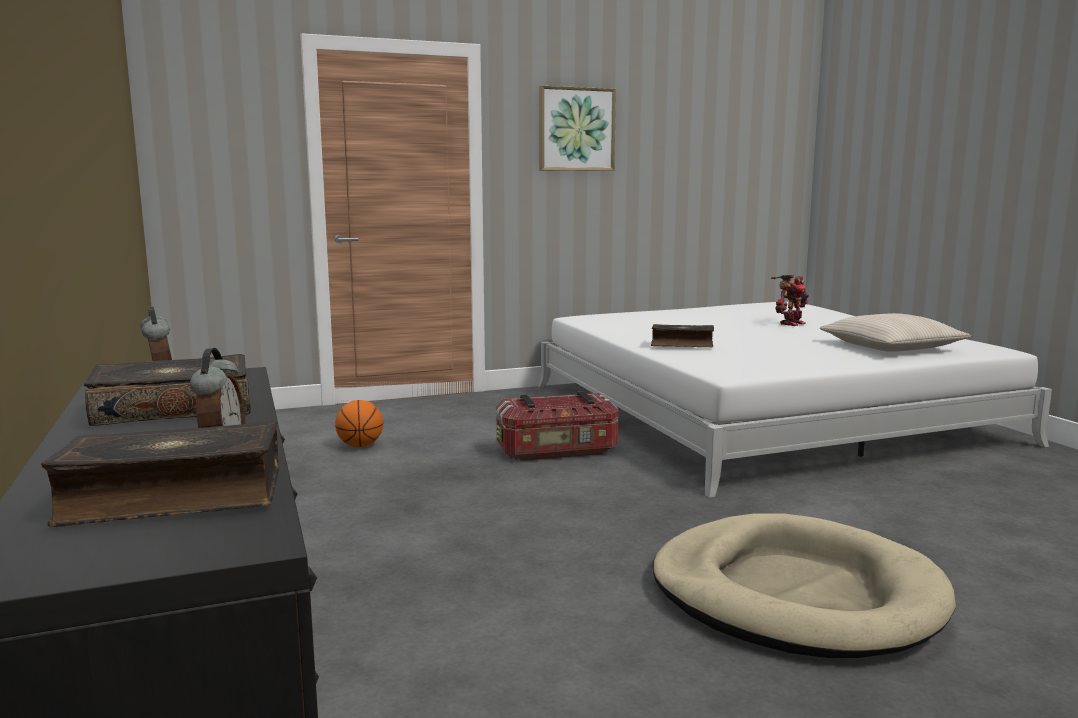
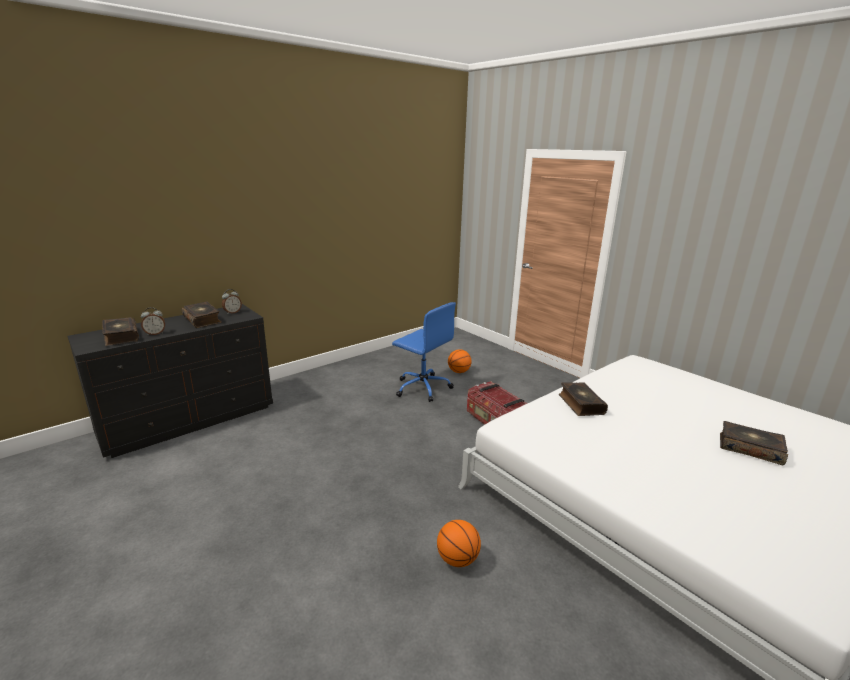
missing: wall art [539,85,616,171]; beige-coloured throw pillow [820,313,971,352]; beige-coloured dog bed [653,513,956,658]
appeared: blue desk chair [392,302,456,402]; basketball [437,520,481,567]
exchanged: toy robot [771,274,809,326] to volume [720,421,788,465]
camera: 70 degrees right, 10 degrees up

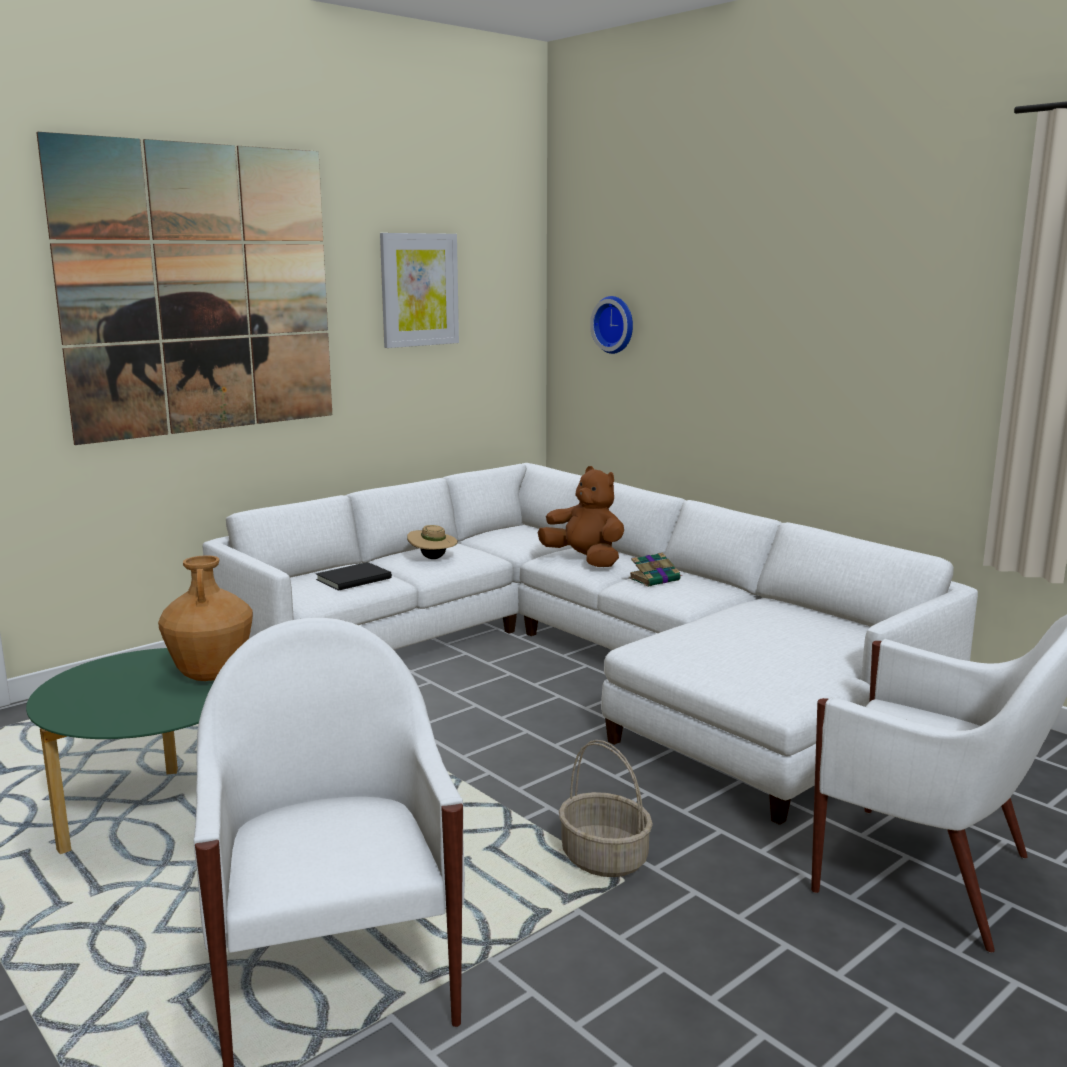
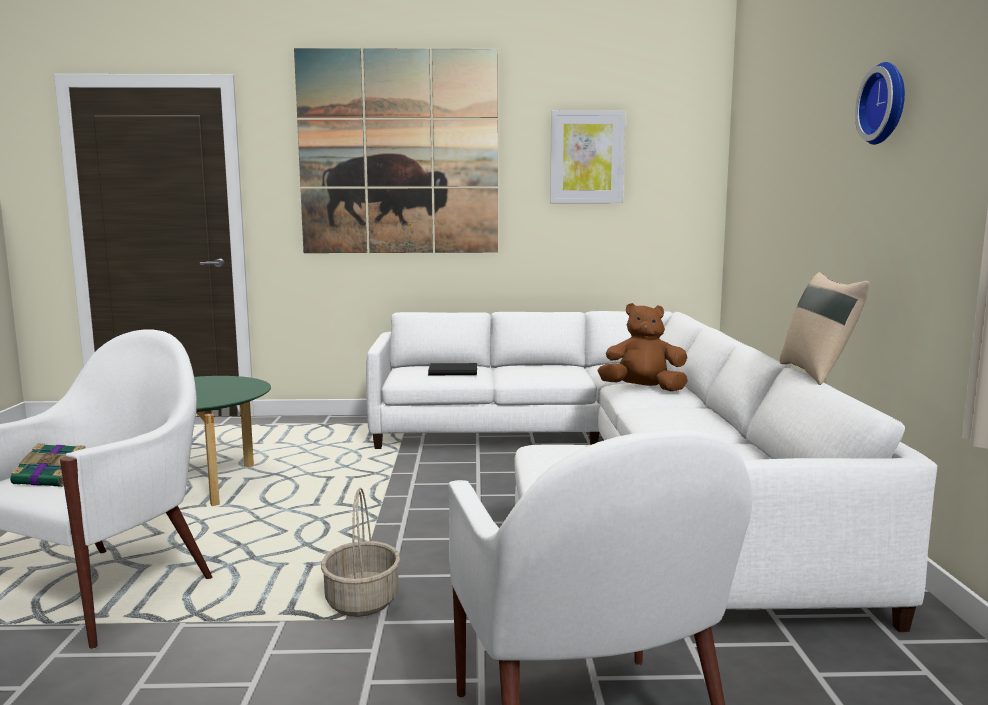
missing: beige-coloured wearable hat [407,525,458,559]; brown decorative vase [158,555,253,681]
appeared: beige-coloured throw pillow [780,272,869,385]
relocated: hanging clock [590,296,633,354] to [855,62,905,145]; volume [629,552,683,587] to [10,444,85,487]
spun: brown cuddly toy [538,466,624,567] = [598,303,688,391] 75 degrees counterclockwise
camera: 40 degrees right, 5 degrees down

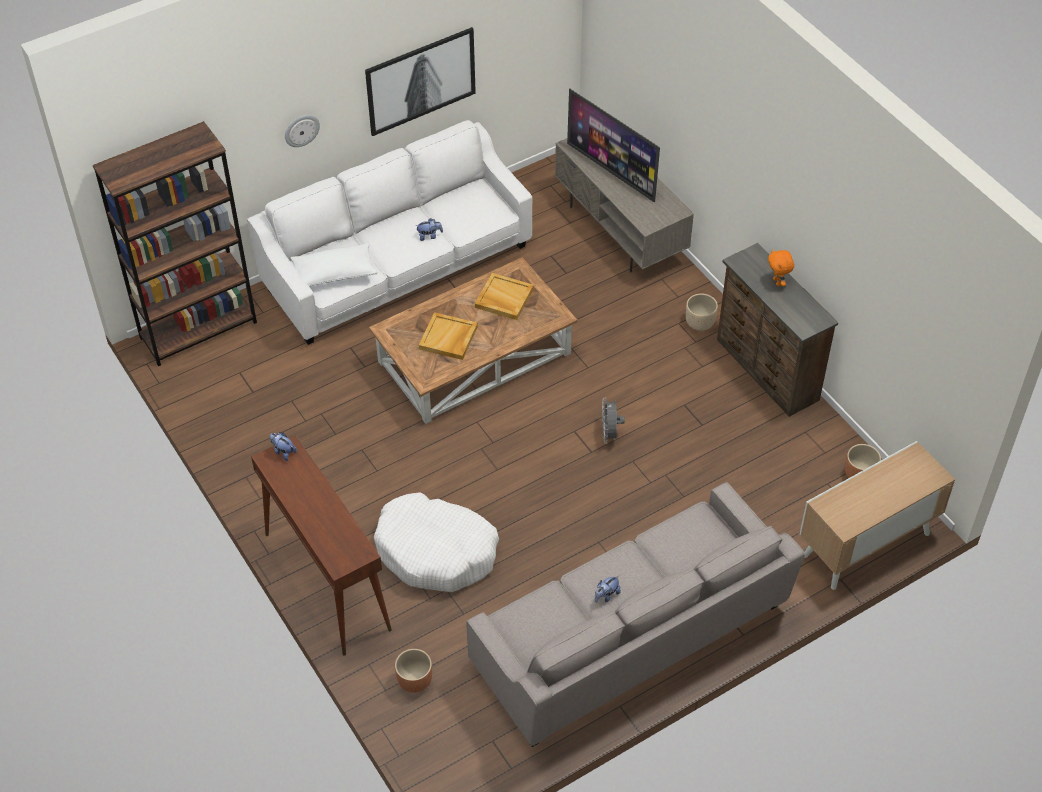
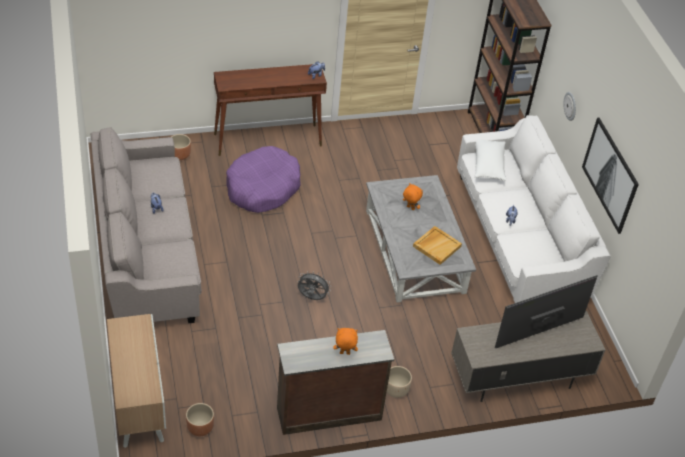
exchanged: beige-coloured carrying tray [419,312,478,360] to orangey cuddly toy [403,183,423,210]
colour: brown low table [369,257,578,424] to grey low table [366,175,476,302]; white-coloured dog bed [374,492,499,592] to purple dog bed [226,146,301,213]
camera: 105 degrees right, 5 degrees down

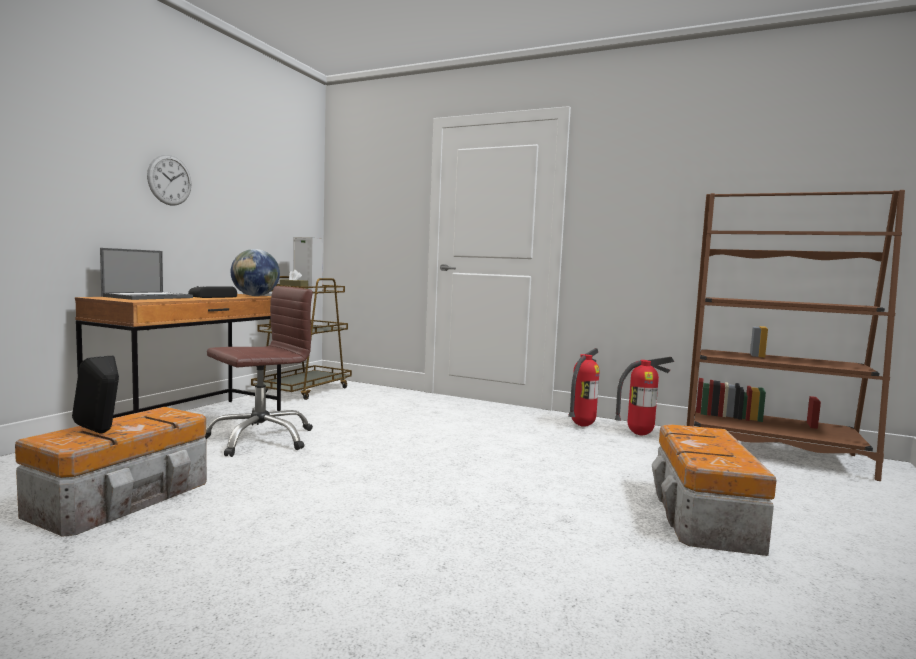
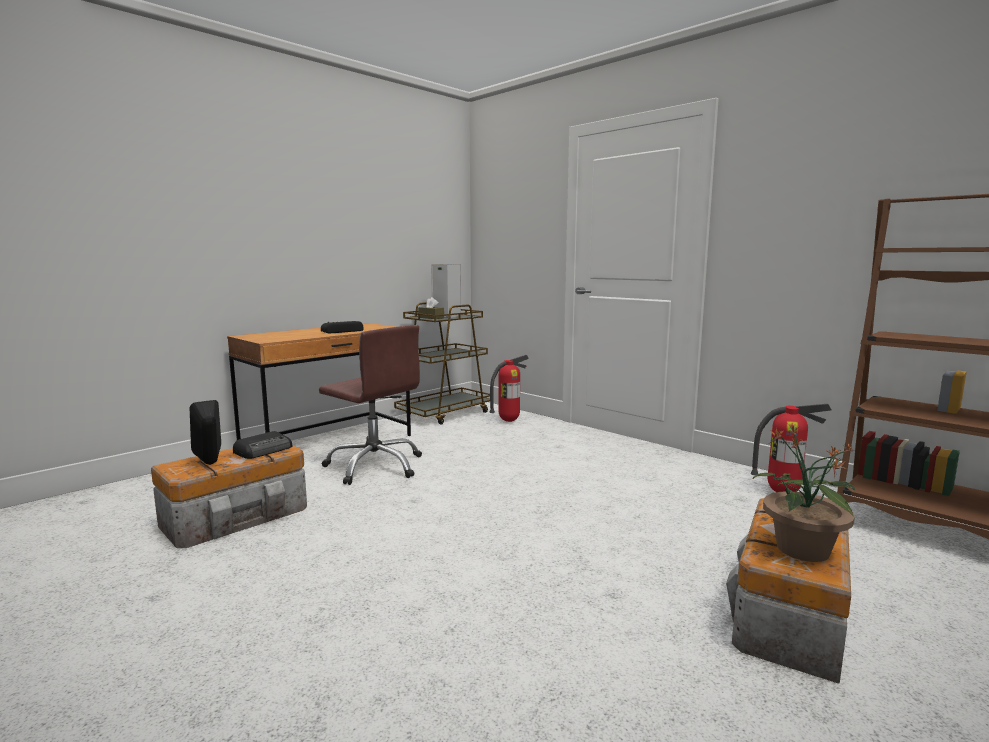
missing: hanging clock [147,155,192,205]; laptop [100,248,193,300]; globe [231,249,280,296]
appeared: plant in a pot [752,424,855,562]; radio [233,431,293,459]
relocated: fire extinguisher [568,348,600,427] to [490,355,529,422]
spun: brown desk chair [205,286,313,457] = [319,325,422,485] 60 degrees clockwise
camera: 20 degrees right, 5 degrees up

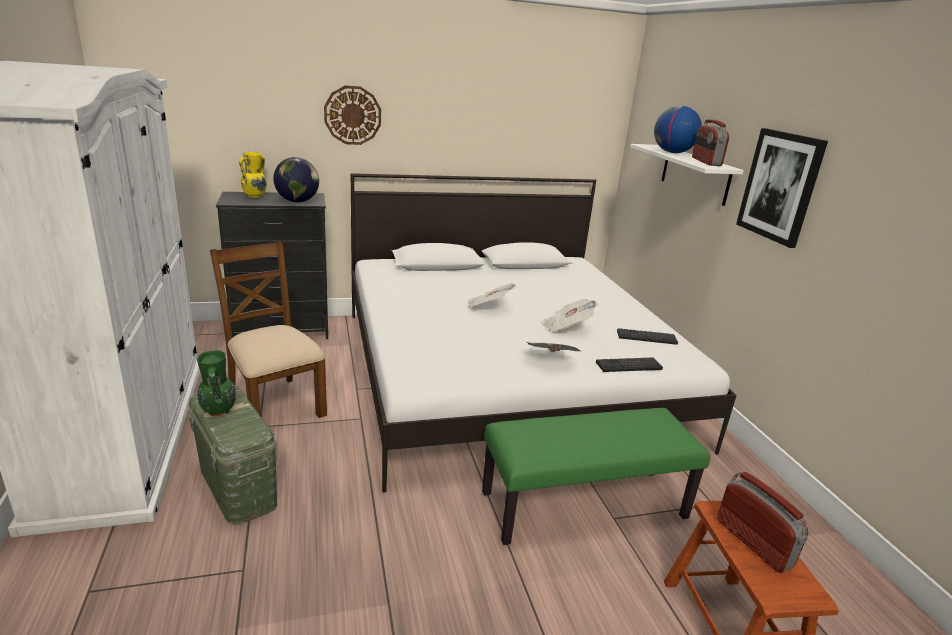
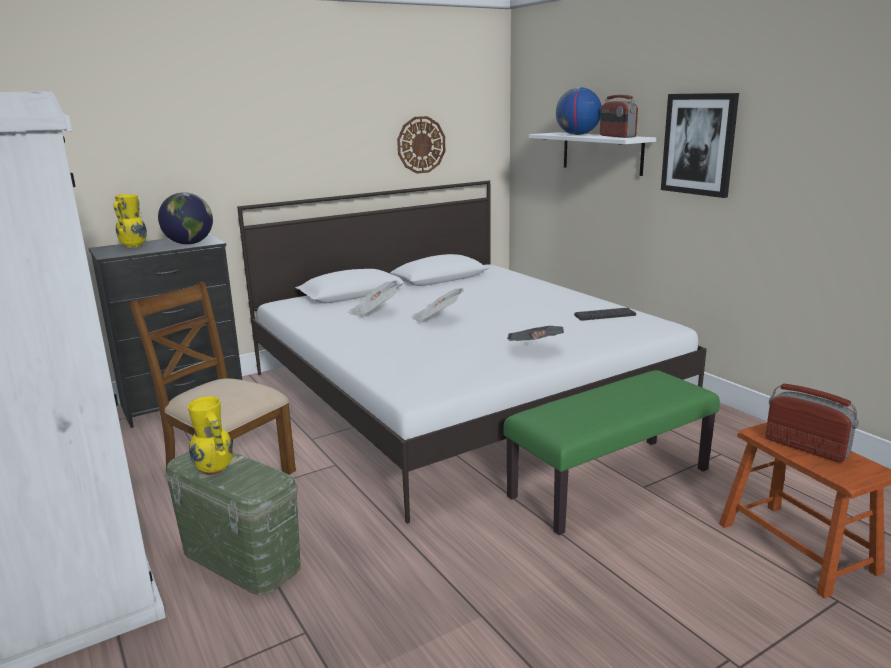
missing: PC keyboard [596,357,663,372]
relocated: hanging clock [324,86,381,145] to [397,116,445,174]; newspaper [541,299,598,332] to [348,280,399,316]
colour: green decorative vase [197,350,236,417] to yellowish decorative vase [188,396,233,476]
camera: 15 degrees left, 5 degrees down

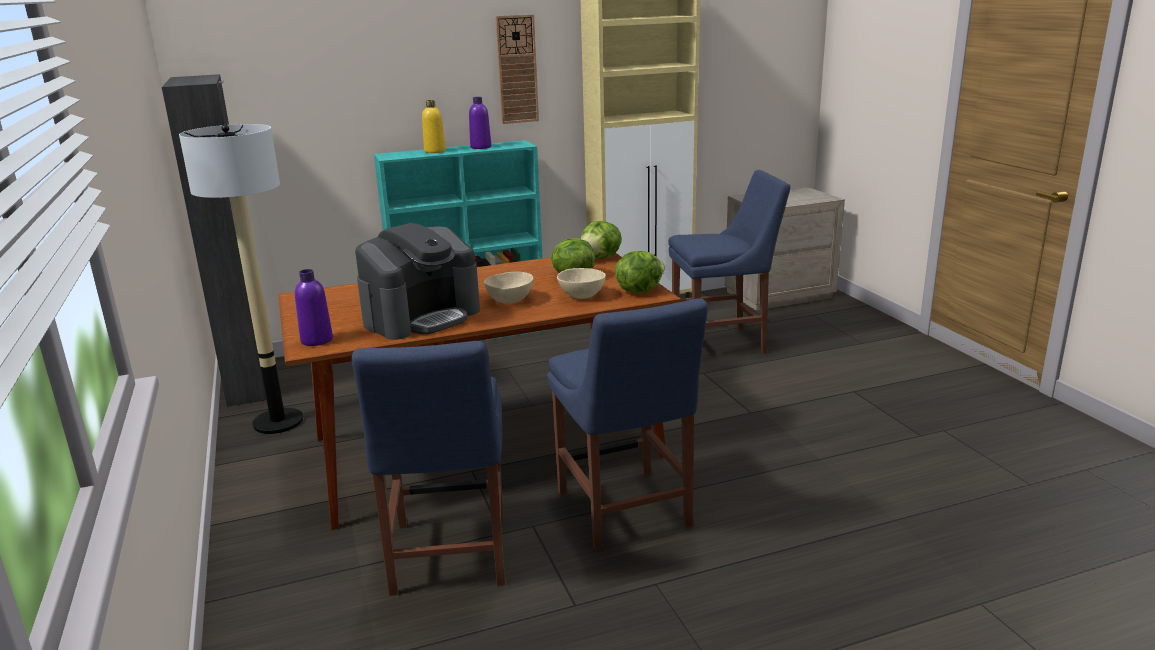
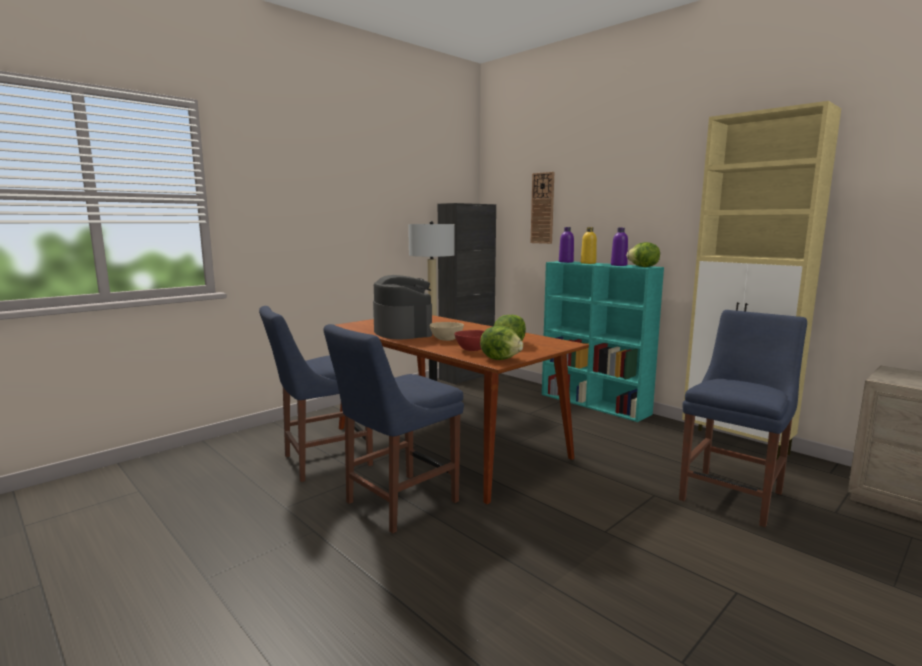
relocated: hanging clock [495,14,539,124] to [531,172,554,244]; lettuce head [581,221,622,258] to [626,242,660,267]; purple beverage bottle [295,269,333,346] to [559,227,574,263]
colour: beige-coloured deep dish [557,268,606,299] to red deep dish [454,330,484,351]
spun: blue plain chair [669,170,791,354] = [679,310,807,527] 105 degrees counterclockwise; coffee machine [355,223,480,340] = [373,275,432,339] 135 degrees counterclockwise
camera: 65 degrees right, 10 degrees down

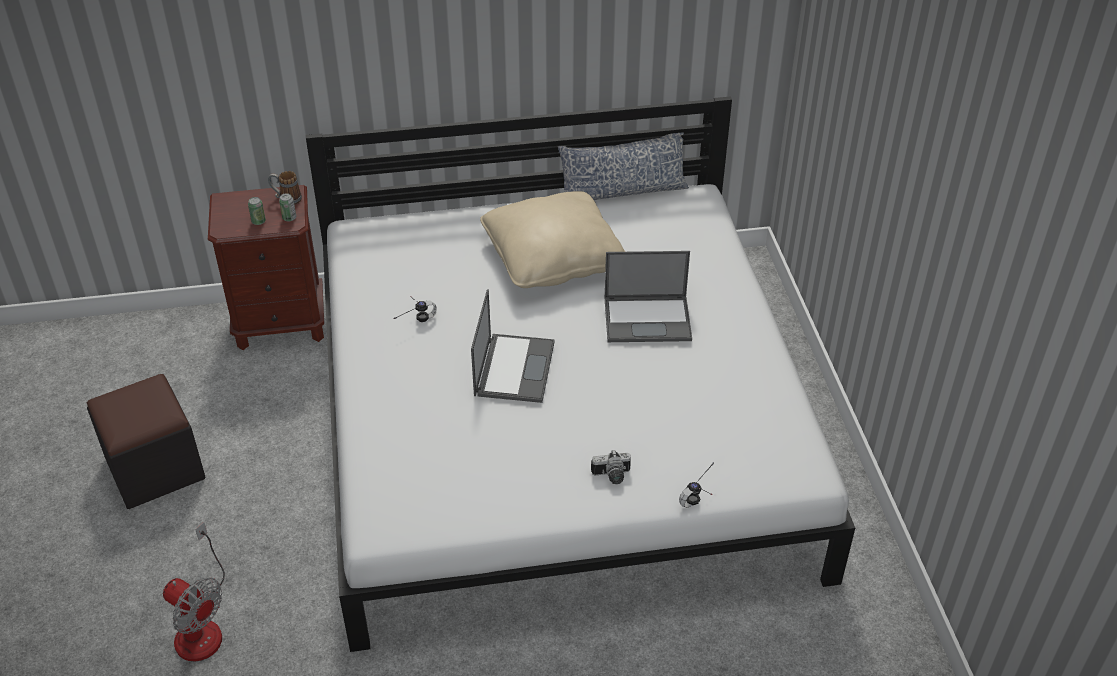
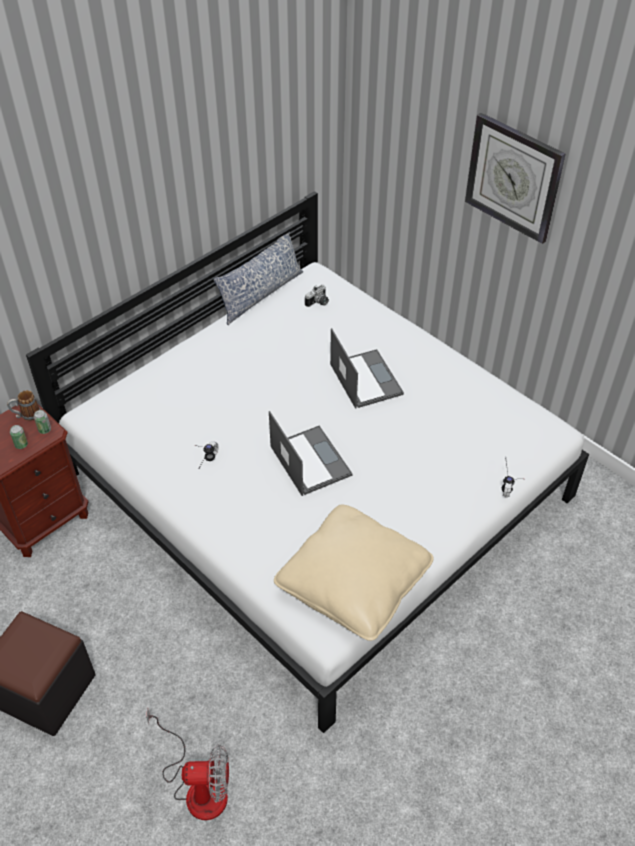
appeared: hanging clock [465,113,565,244]
relocated: beige-coloured throw pillow [480,191,625,288] to [274,505,434,641]; still camera [591,450,631,484] to [305,284,329,307]
spun: laptop [605,251,692,342] = [330,328,404,409] 75 degrees counterclockwise
camera: 35 degrees left, 5 degrees up

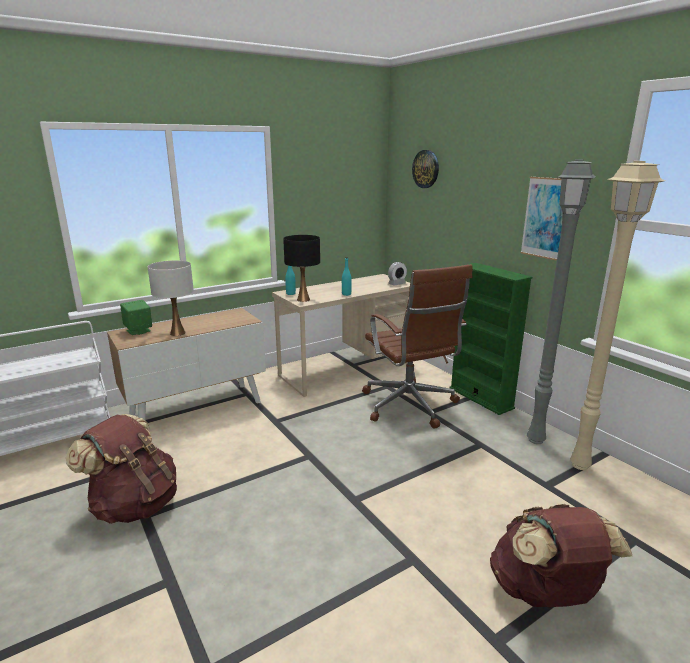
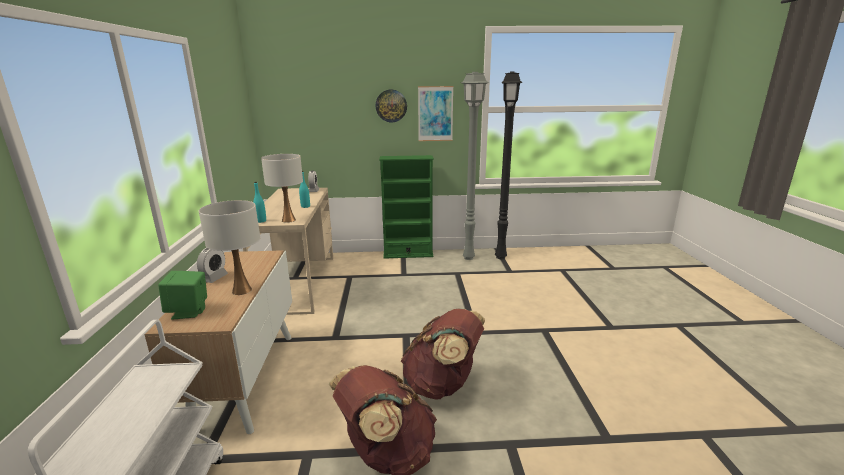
missing: brown desk chair [362,264,473,428]
appeared: table clock [197,248,228,283]
relocated: hanging clock [412,150,439,188] to [375,90,407,122]; brown rucksack [490,504,632,607] to [401,308,485,399]
colour: beige-coloured standard lamp [570,161,665,470] to black-coloured standard lamp [495,71,523,259]; black-coloured table lamp [283,235,320,302] to white-coloured table lamp [261,154,303,223]
camera: 60 degrees left, 0 degrees up

